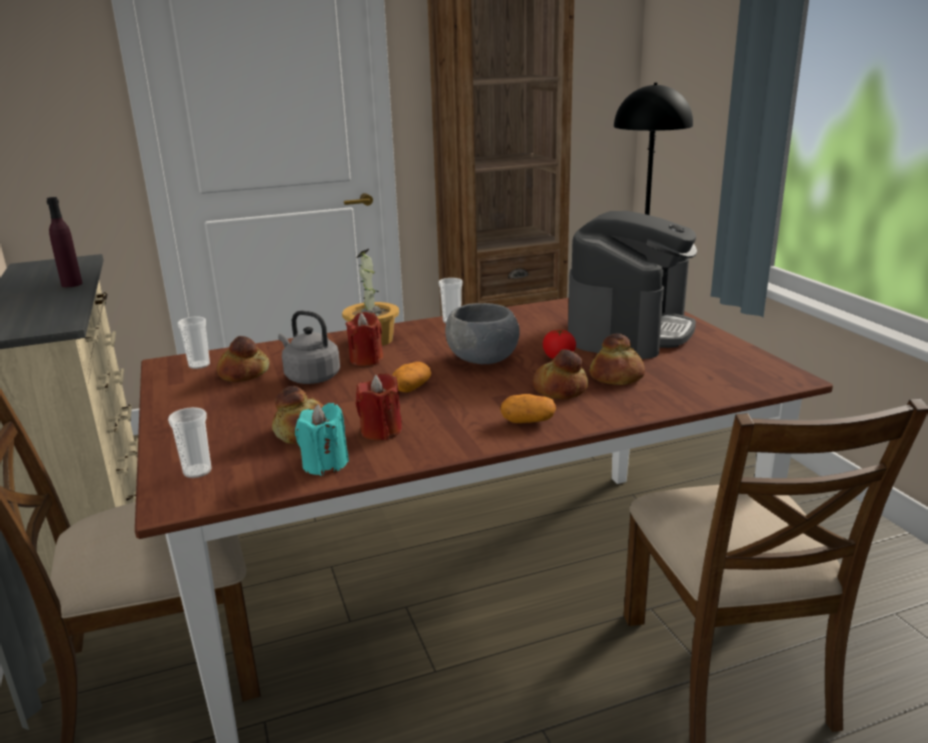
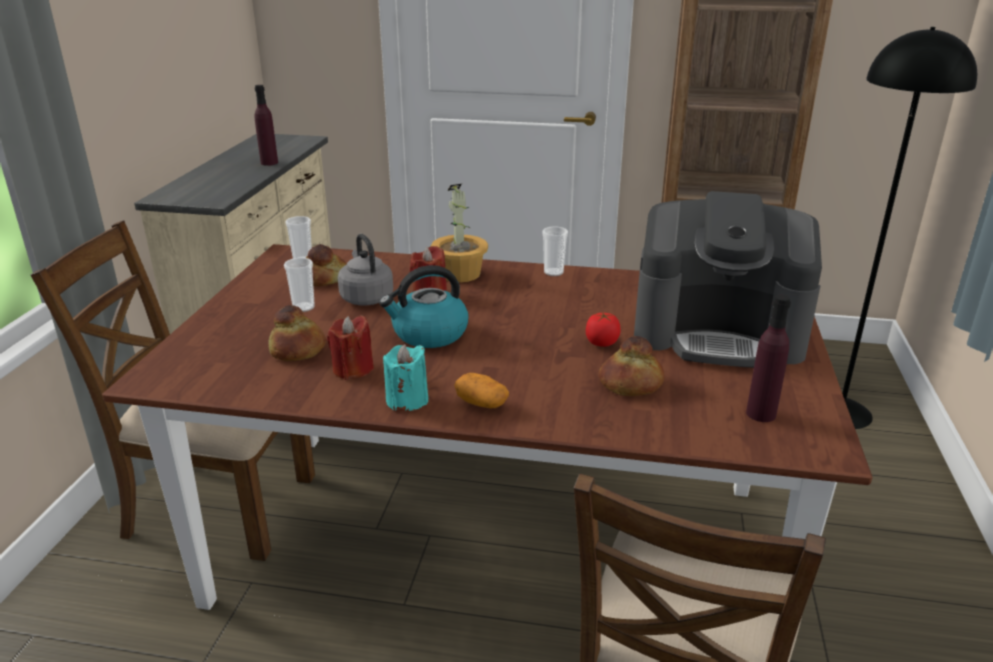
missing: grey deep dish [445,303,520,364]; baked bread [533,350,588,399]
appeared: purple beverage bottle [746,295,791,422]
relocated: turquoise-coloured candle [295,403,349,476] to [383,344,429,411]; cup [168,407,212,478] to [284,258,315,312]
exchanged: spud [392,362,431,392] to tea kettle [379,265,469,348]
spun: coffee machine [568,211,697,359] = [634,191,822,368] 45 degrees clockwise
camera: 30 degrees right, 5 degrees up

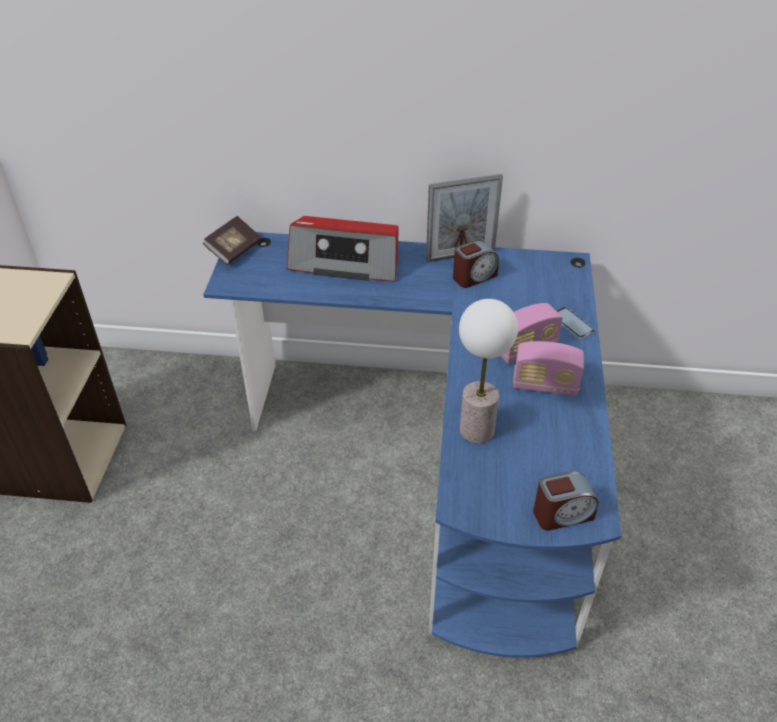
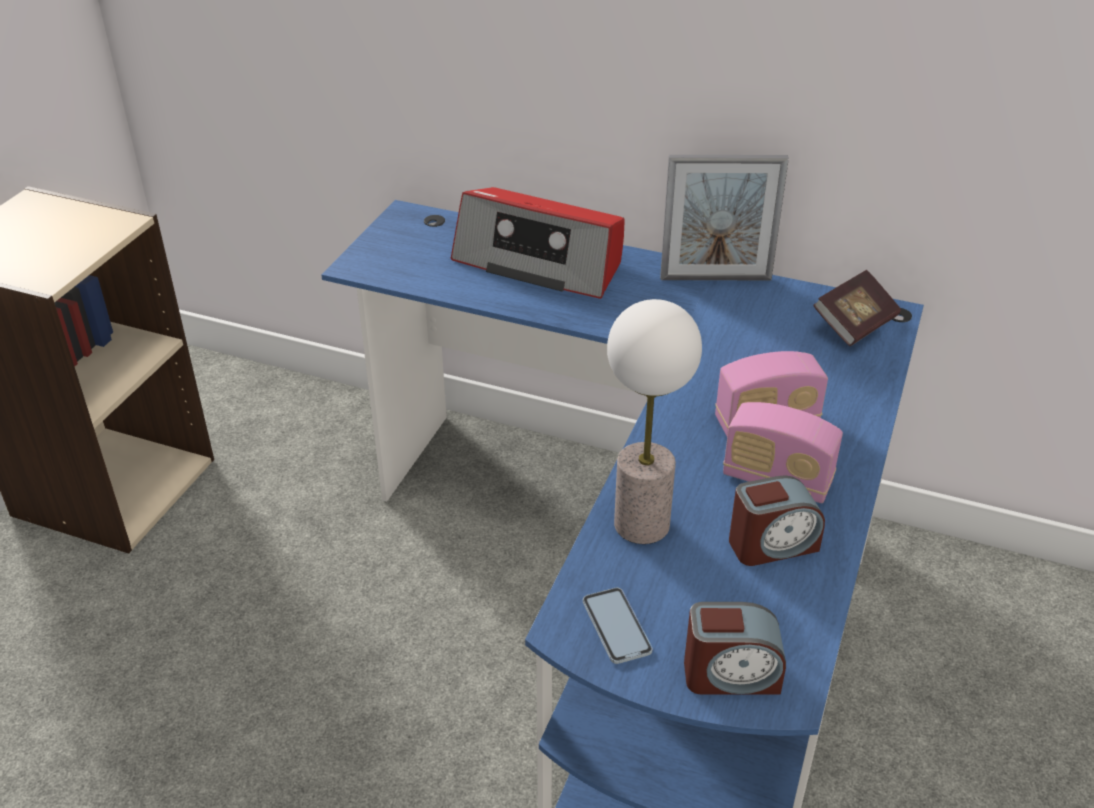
relocated: volume [203,216,261,265] to [813,270,901,346]; table clock [453,240,499,288] to [729,475,825,566]; telephone [557,307,595,339] to [583,588,653,664]
camera: 15 degrees right, 5 degrees down

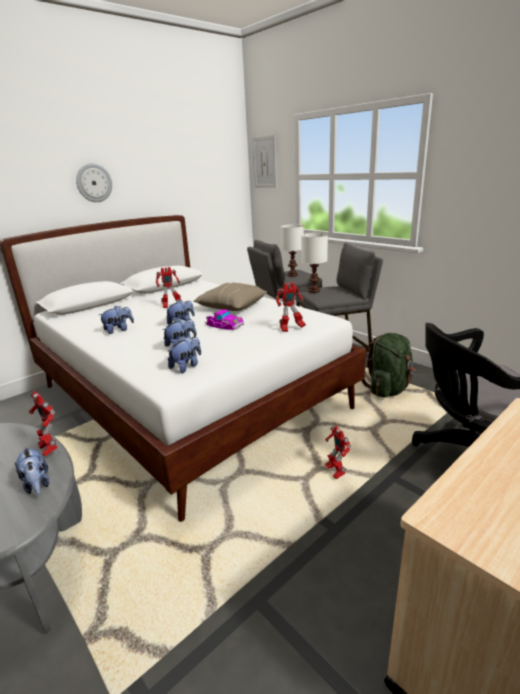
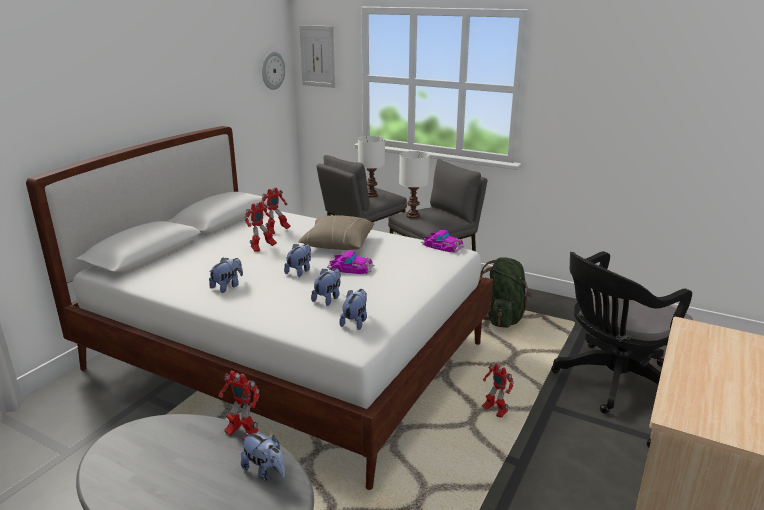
appeared: toy car [421,230,465,253]
relocated: hanging clock [76,163,112,202] to [262,52,285,90]; toy robot [276,282,306,332] to [261,187,291,234]
camera: 20 degrees left, 0 degrees up

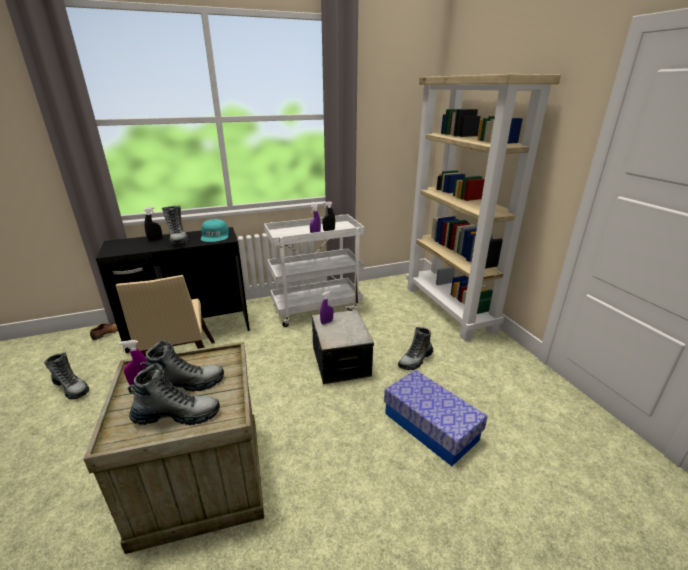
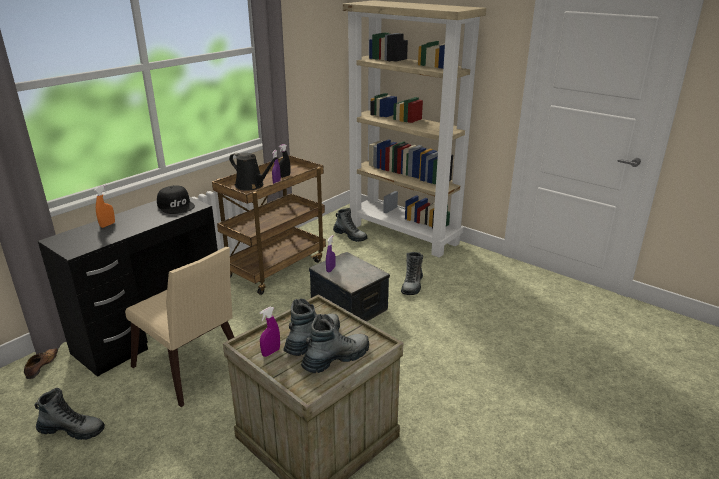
missing: storage bin [384,370,488,466]
appeared: black-coloured watering can [229,153,278,191]
relocated: boot [162,206,189,245] to [333,208,368,242]
colour: black-coloured hand sprayer [144,207,162,241] to orangey hand sprayer [94,185,115,228]; white-coloured cart [264,214,365,327] to brown cart [212,155,326,295]; turquoise-coloured cap [201,219,229,242] to black-coloured cap [157,185,195,214]
camera: 30 degrees left, 0 degrees up

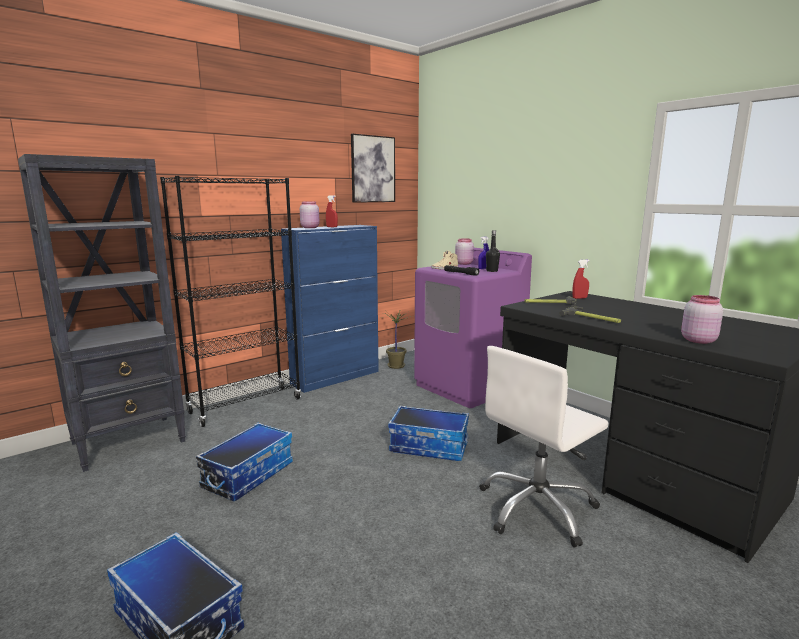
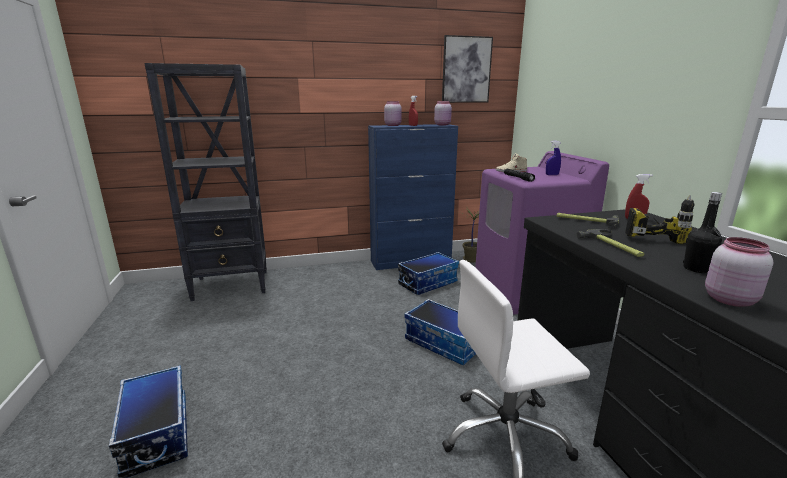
missing: black-coloured shelving unit [160,176,301,427]
appeared: drill [625,195,695,244]
relocated: black-coloured beverage bottle [486,230,500,272] to [683,192,722,273]; pink storage jar [455,238,474,265] to [434,101,452,125]; storage bin [196,423,293,501] to [398,252,459,295]
camera: 25 degrees right, 5 degrees up

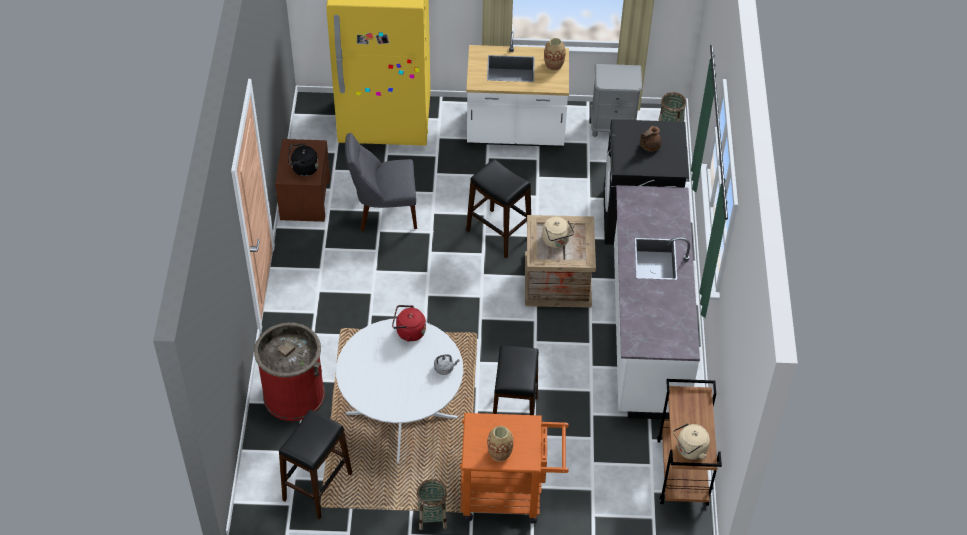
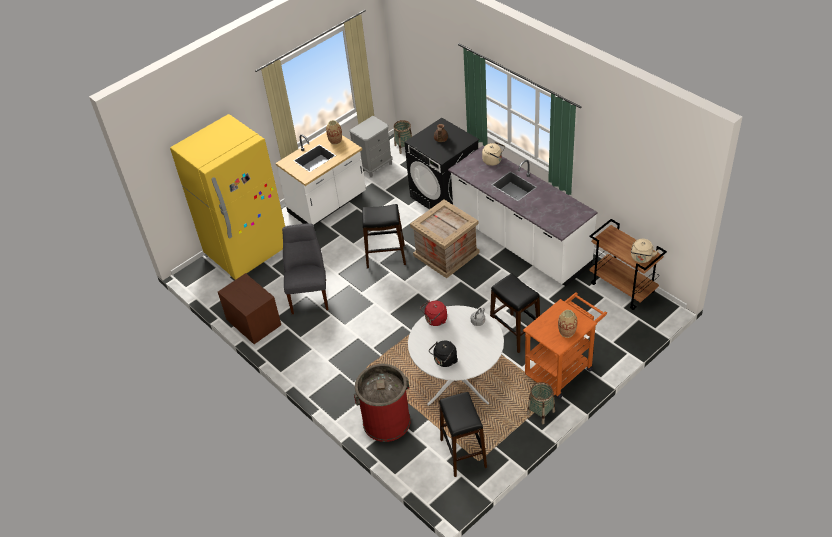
relocated: black-coloured tea kettle [288,143,318,176] to [429,340,458,367]; beige-coloured tea kettle [542,216,575,248] to [482,142,505,166]
spun: grey plain chair [345,133,417,231] = [282,223,328,314] 135 degrees clockwise
camera: 40 degrees left, 5 degrees down

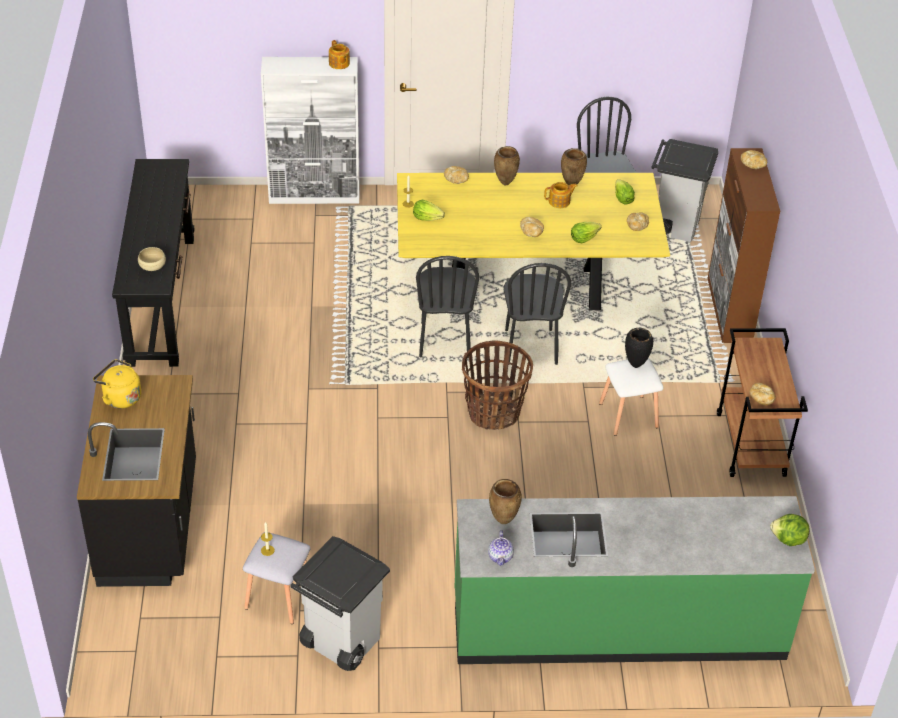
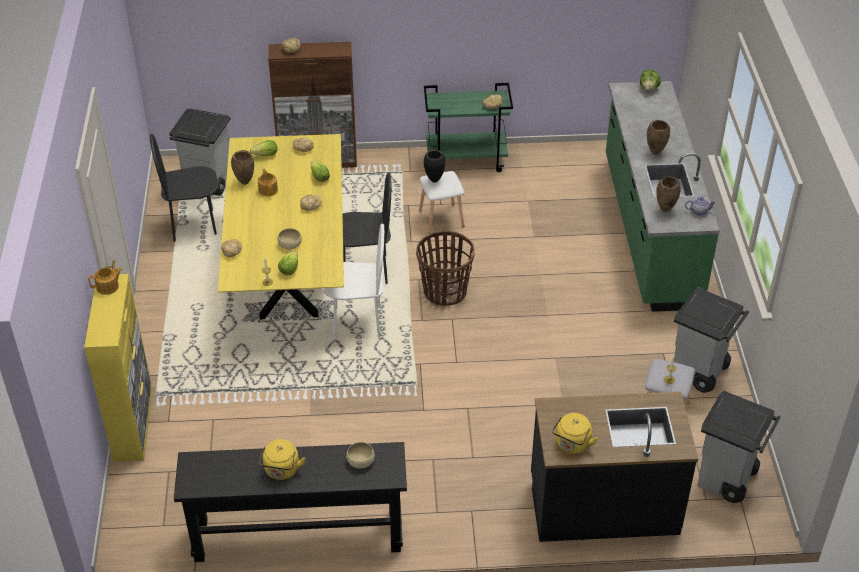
appeared: beige-coloured deep dish [277,228,302,250]; grey trash can [698,391,781,503]; yellowish tea kettle [259,439,305,480]
relocated: brown decorative vase [494,146,520,185] to [647,120,670,155]
colour: white-coloured cupboard [261,57,359,204] to yellowish cupboard [84,274,153,462]; black-coloured plain chair [416,256,479,358] to white-coloured plain chair [322,224,384,338]; brown cart [717,328,808,477] to green cart [424,83,513,172]
camera: 90 degrees left, 0 degrees up

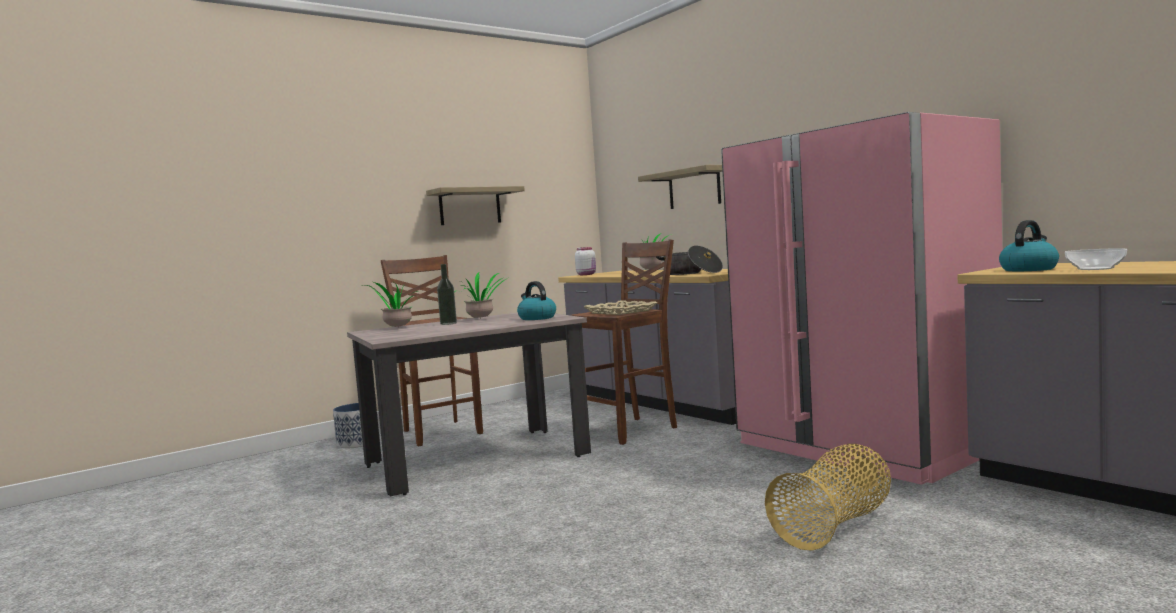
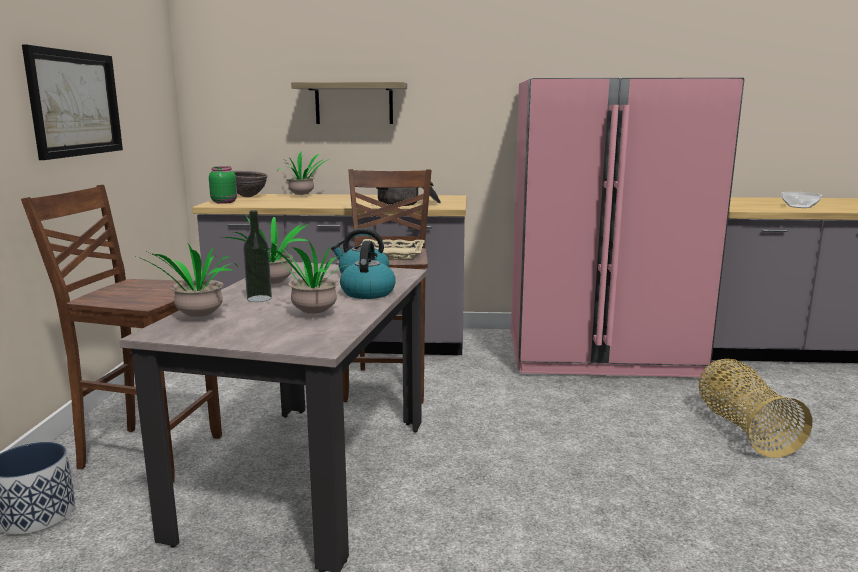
appeared: brown deep dish [233,171,268,197]; plant in a pot [262,240,354,314]
relocated: tea kettle [999,220,1059,271] to [340,241,396,299]
exchanged: wall shelf [426,186,525,225] to wall art [22,44,123,160]
colour: white-coloured storage jar [575,247,596,275] to green storage jar [209,166,237,204]
camera: 50 degrees left, 10 degrees up

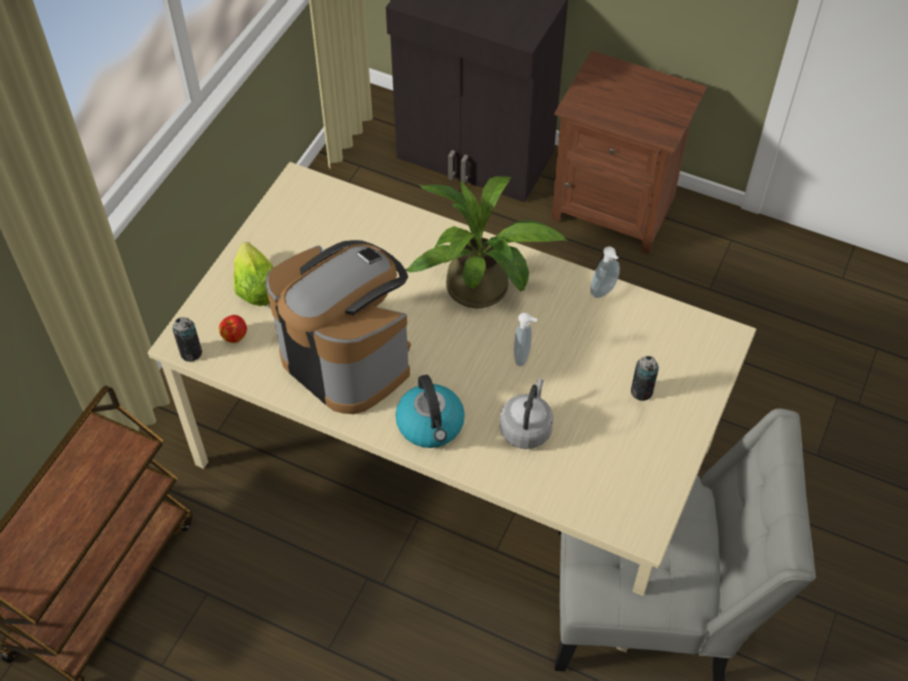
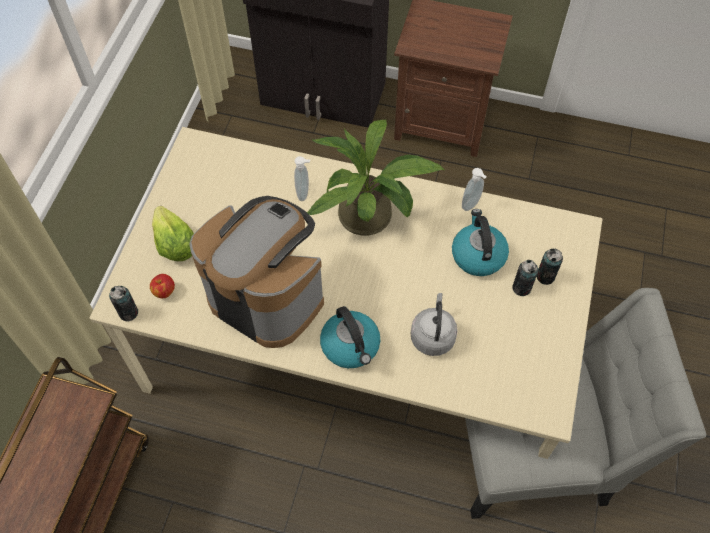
appeared: tea kettle [452,209,509,276]; metal can [536,249,563,285]
relocated: soap dispenser [514,313,538,366] to [294,156,310,201]
camera: 10 degrees left, 5 degrees up

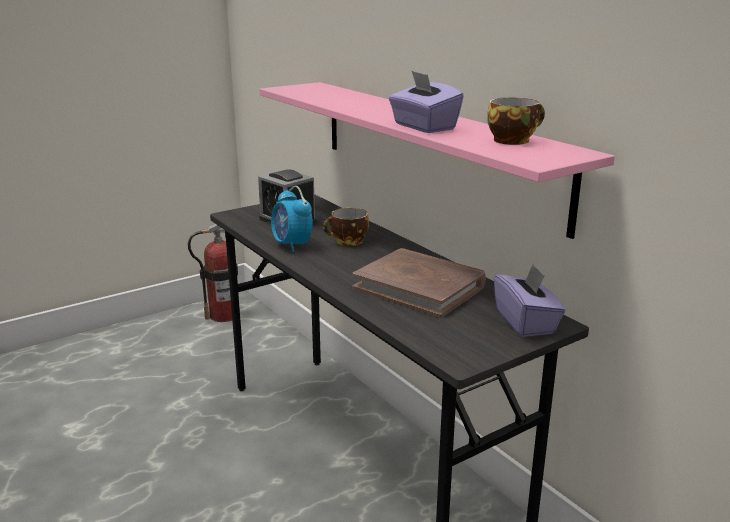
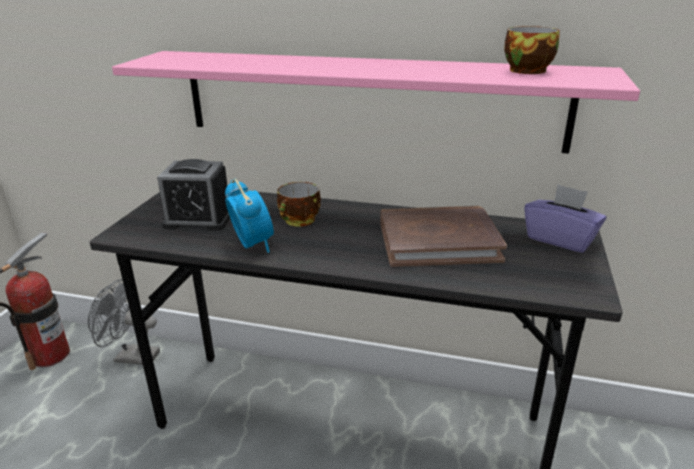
missing: purple box of tissues [389,70,464,133]
appeared: grey fan [88,279,160,365]
spun: table clock [271,186,313,252] = [225,179,274,253] 135 degrees counterclockwise
camera: 40 degrees left, 5 degrees up

